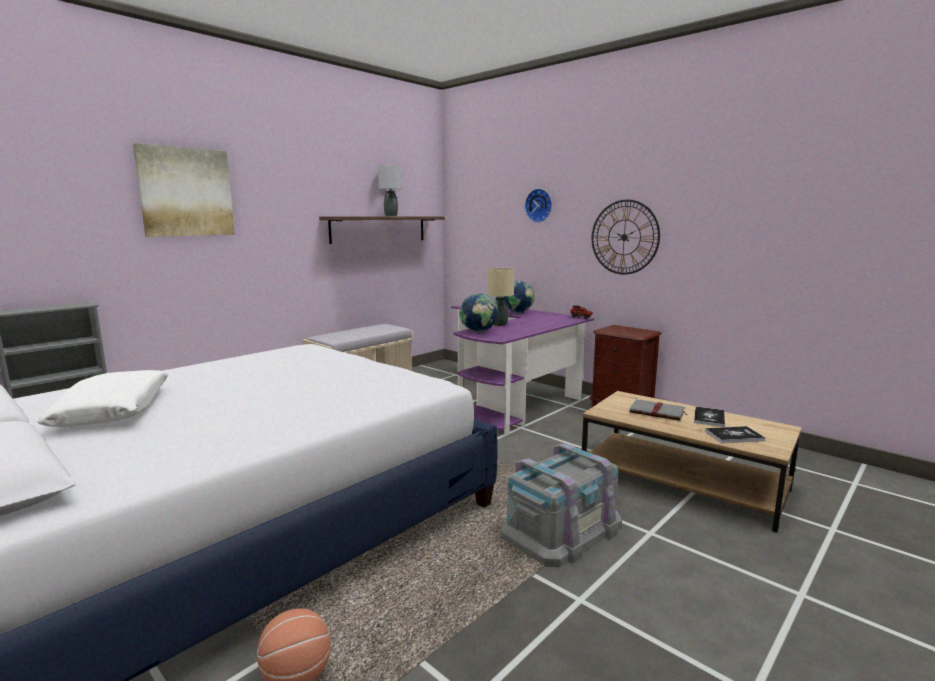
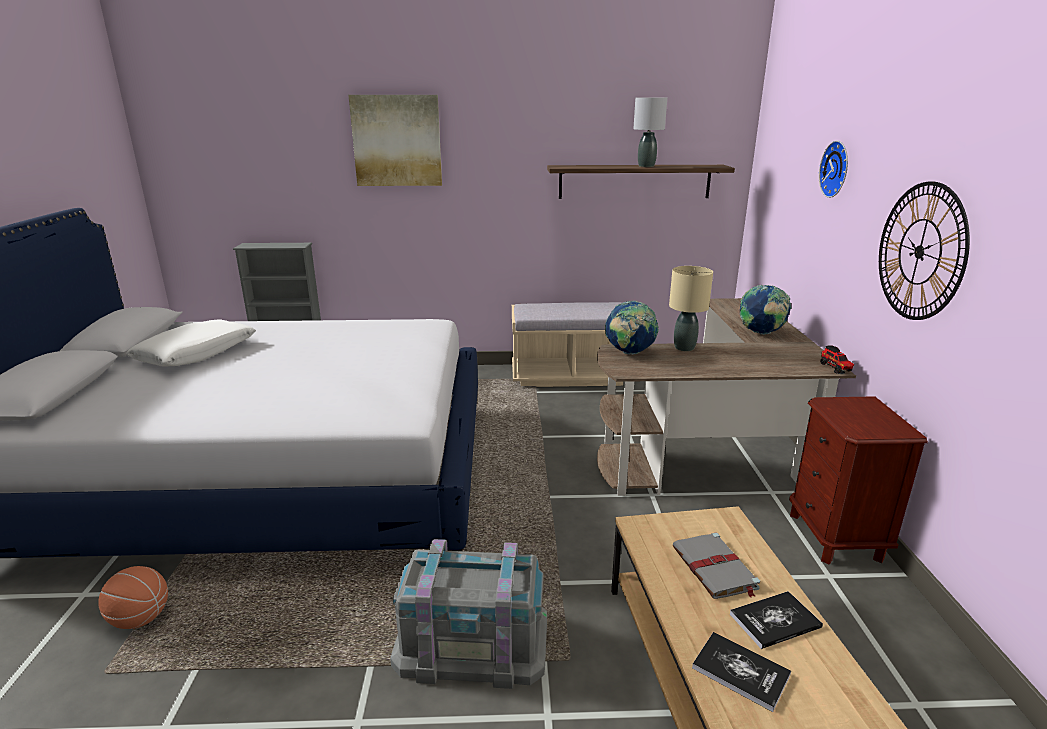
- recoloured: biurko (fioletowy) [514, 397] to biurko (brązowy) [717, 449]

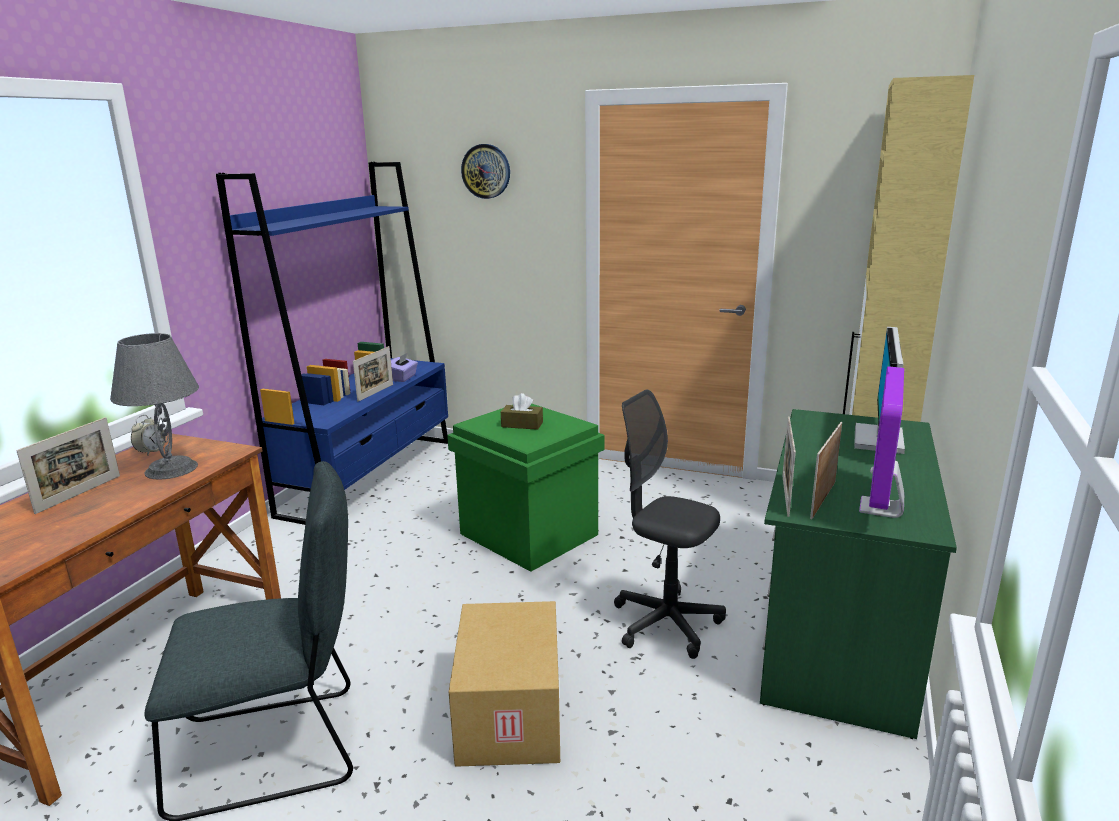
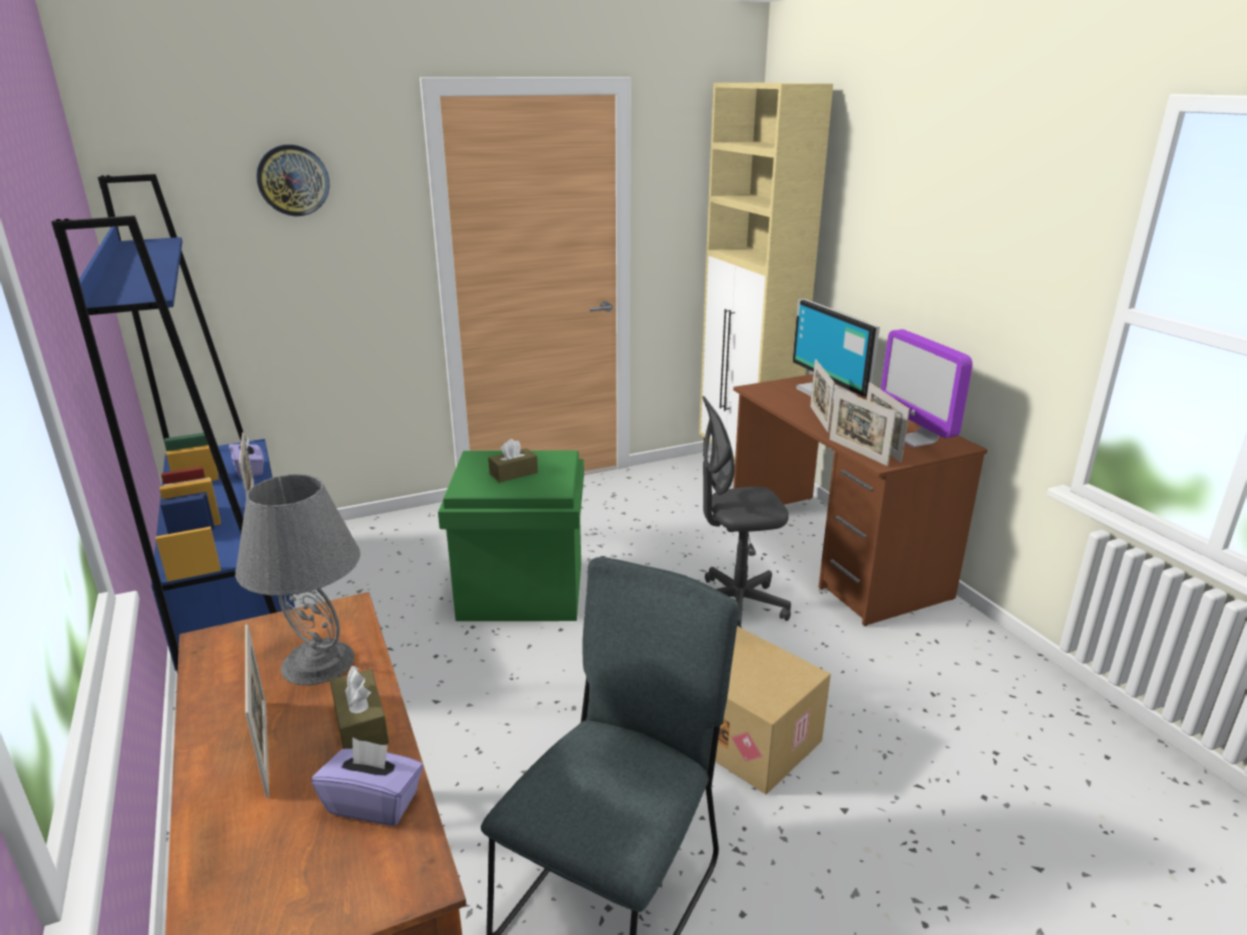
- added: pudełko chusteczek (fioletowy) [374, 802]
- added: pudełko chusteczek (brązowy) [361, 724]
- recoloured: biurko (zielony) [839, 630] to biurko (brązowy) [833, 554]
- added: ramka na zdjęcie [819, 419]
- removed: budzik [151, 451]

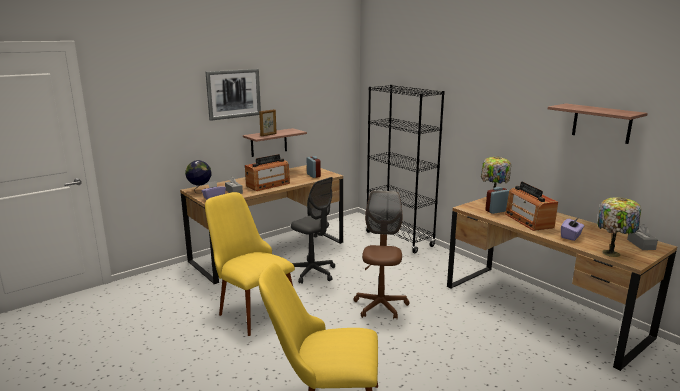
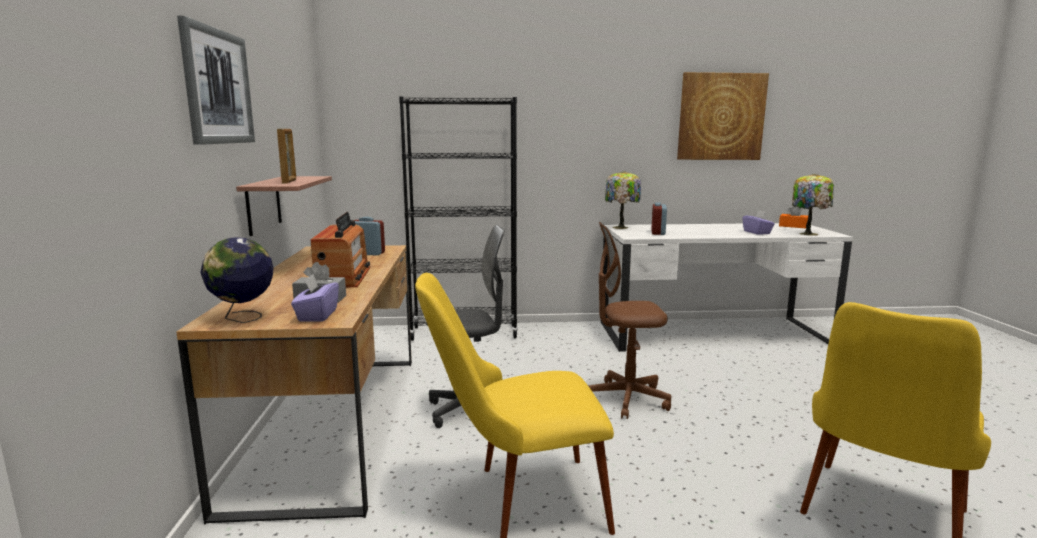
- turned: krzesło biurowe (brązowy) [380, 306] = [626, 399] 45 degrees counterclockwise
- recoloured: biurko (brązowy) [541, 310] to biurko (biały) [712, 334]
- replaced: półka [601, 123] to obraz [721, 117]
- recoloured: pudełko chusteczek (szary) [641, 244] to pudełko chusteczek (pomarańczowy) [793, 226]
- removed: radio [528, 220]

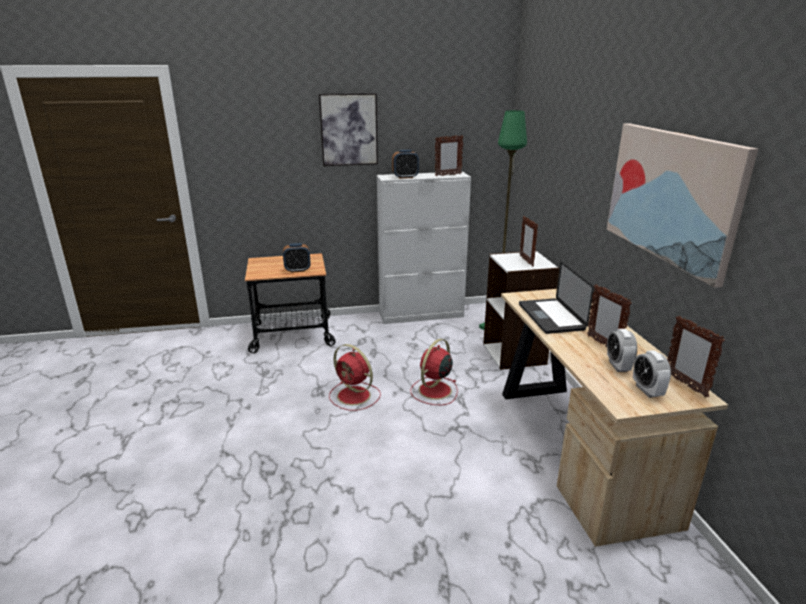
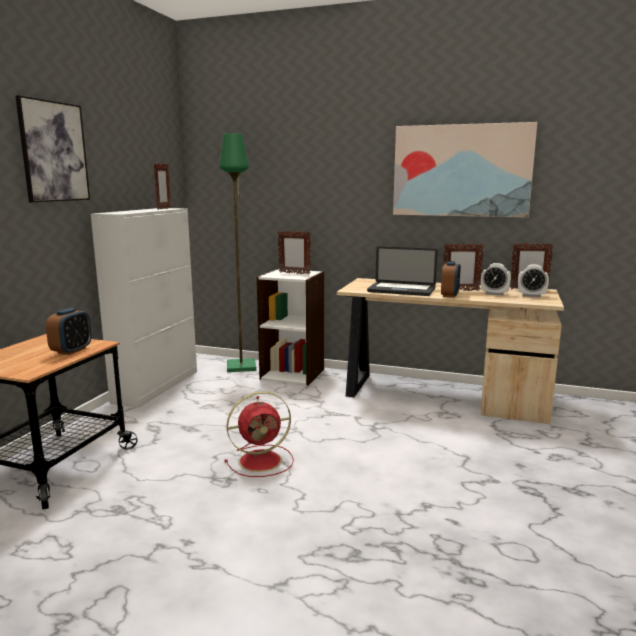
- moved: budzik [405, 177] to [450, 295]
- removed: wentylator (czerwony) [434, 391]

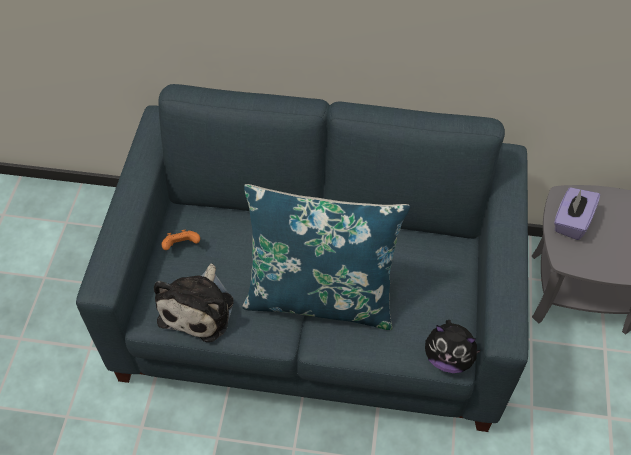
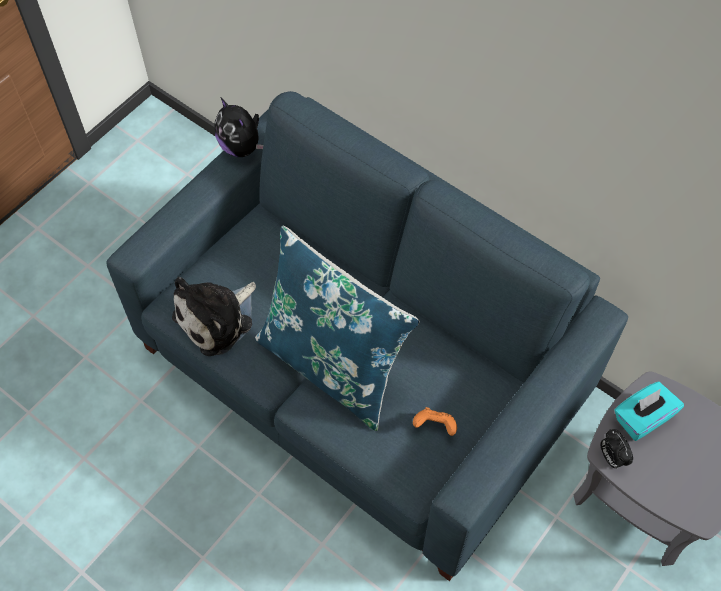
- moved: pluszak [448, 358] to [242, 147]
- moved: pad do gier (pomarańczowy) [182, 246] to [435, 426]
- added: budzik [611, 457]
- recoloured: pudełko chusteczek (fioletowy) [571, 222] to pudełko chusteczek (turkusowy) [642, 418]

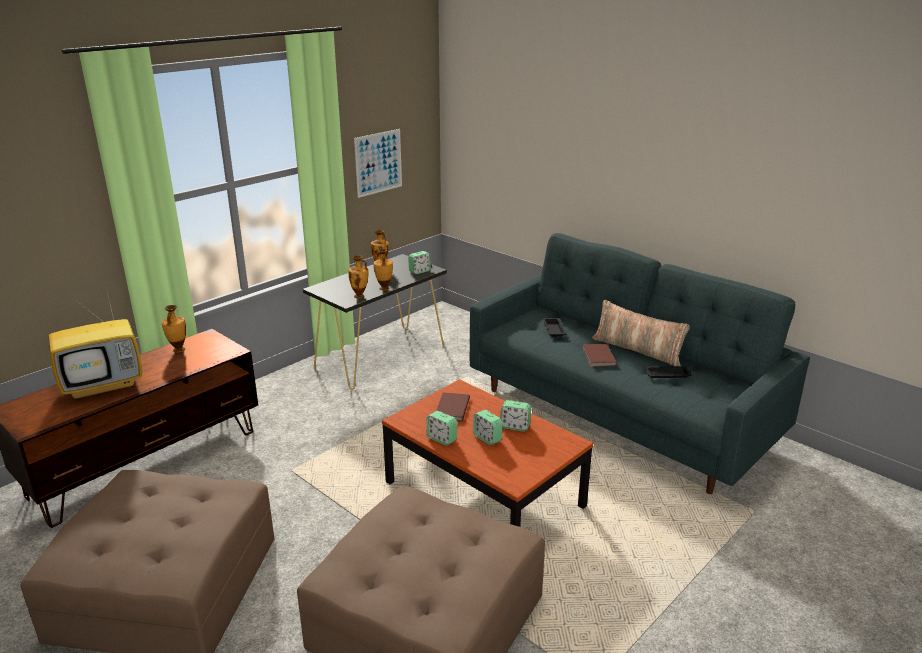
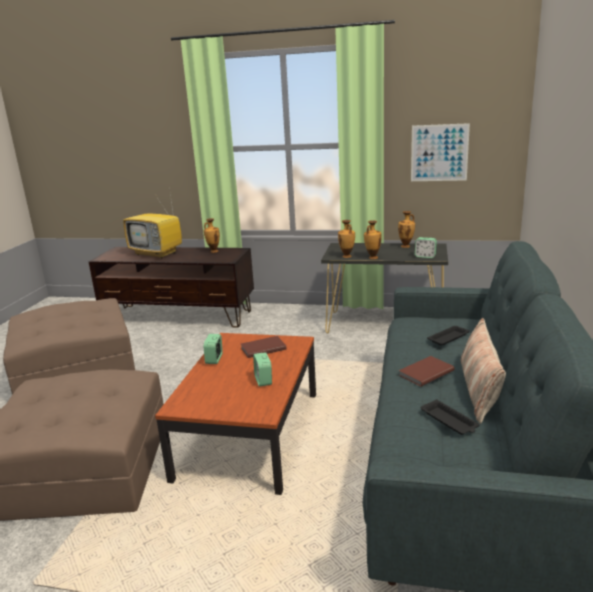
- removed: budzik [487, 438]

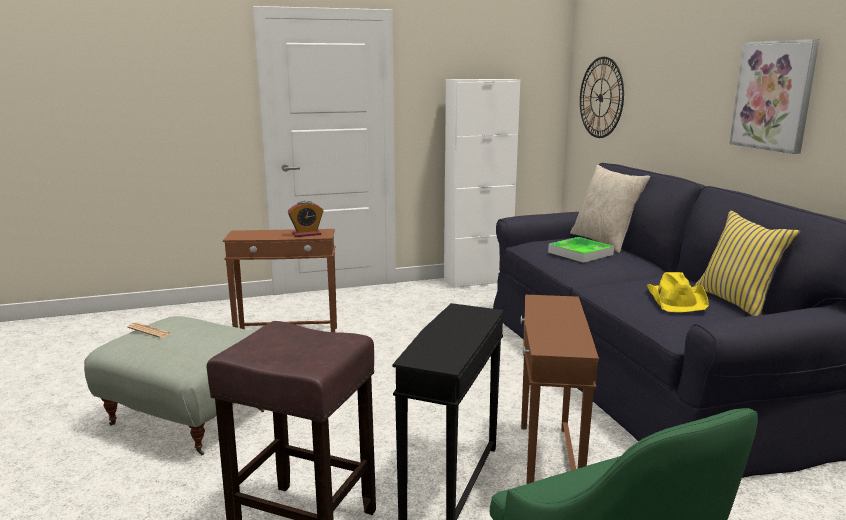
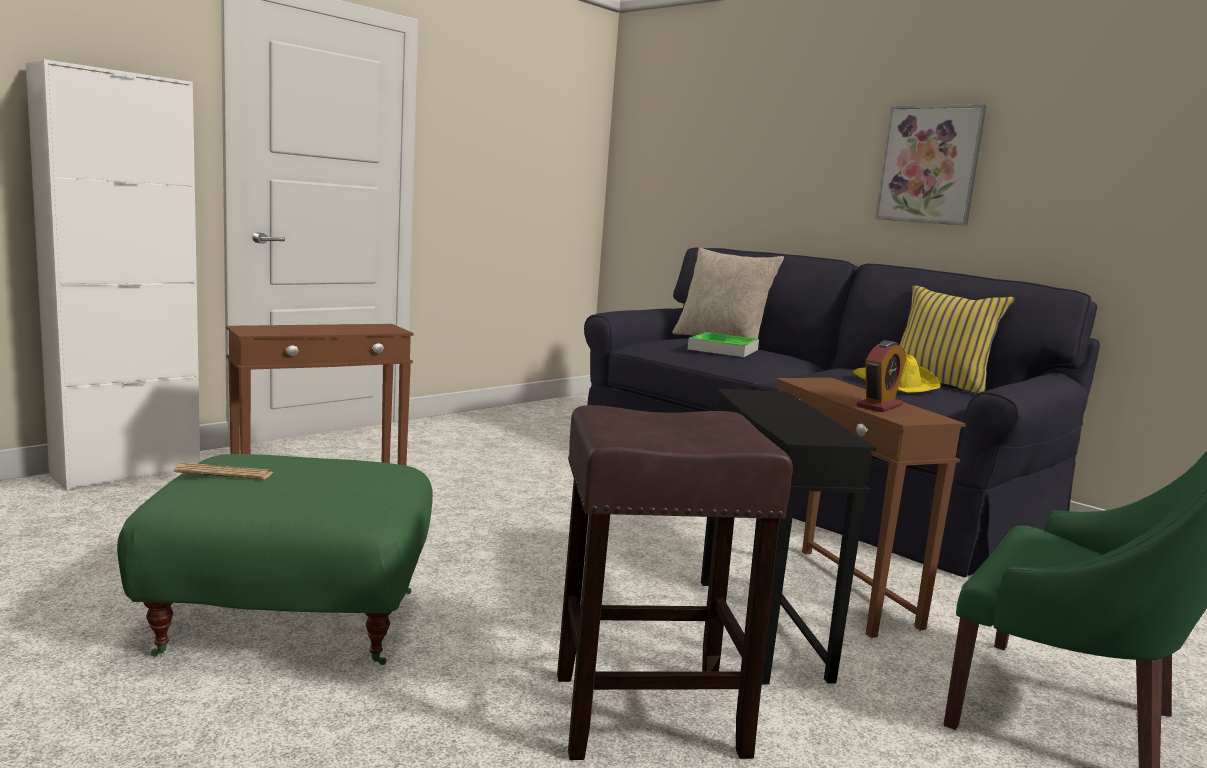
- moved: szafka (biały) [477, 281] to [127, 471]
- recoloured: pufa (szary) [190, 417] to pufa (zielony) [294, 619]
- moved: budzik [306, 234] to [879, 406]
- removed: zegar ścienny [601, 97]

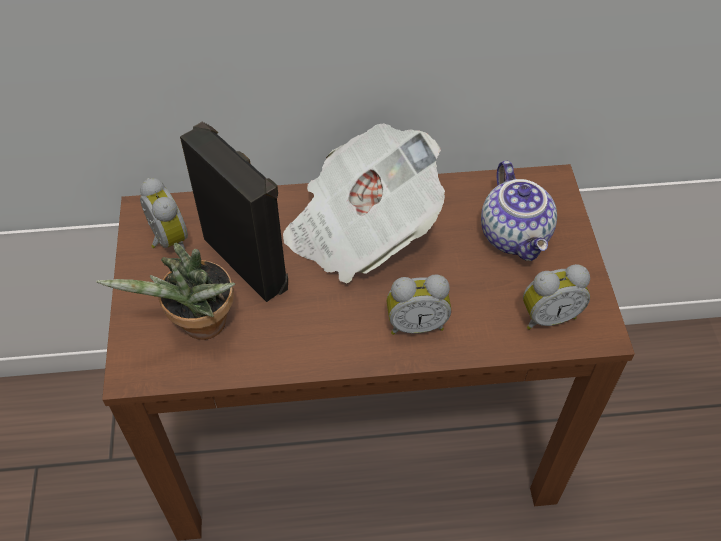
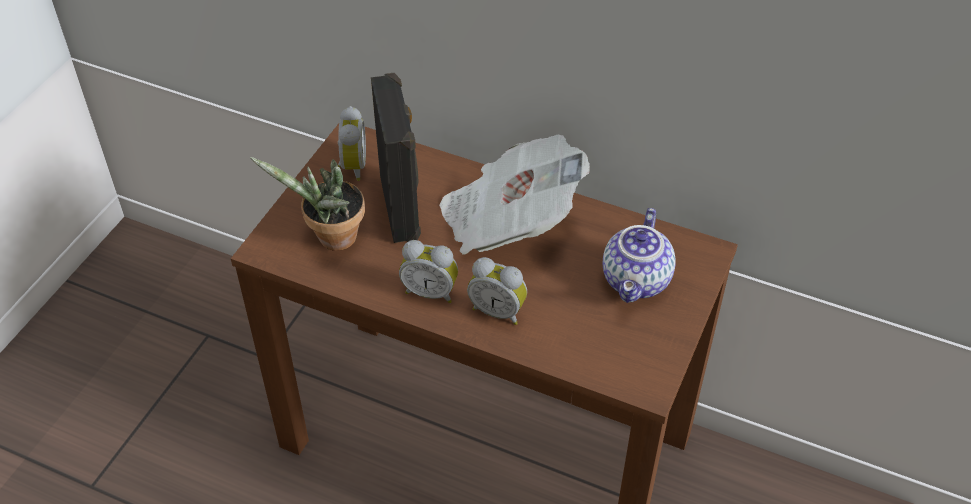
- moved: budzik [547, 316] to [430, 291]

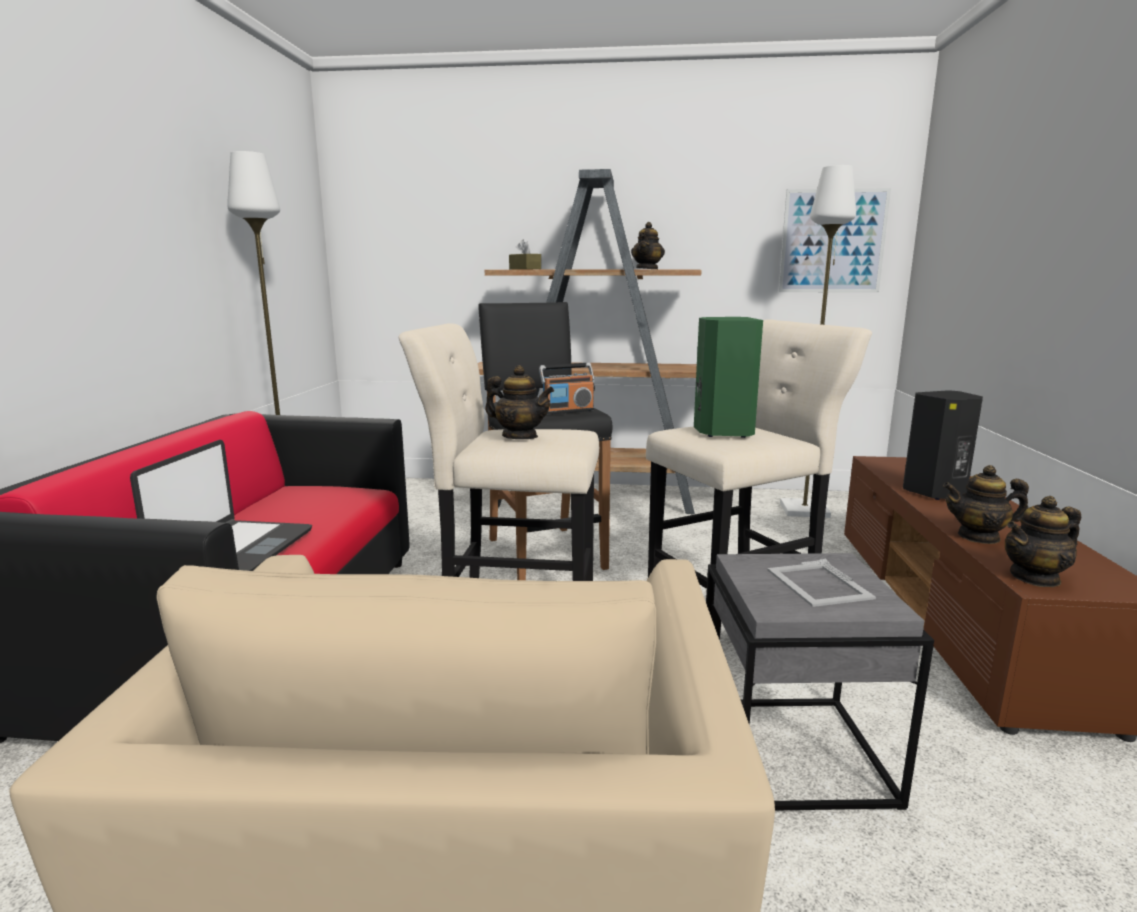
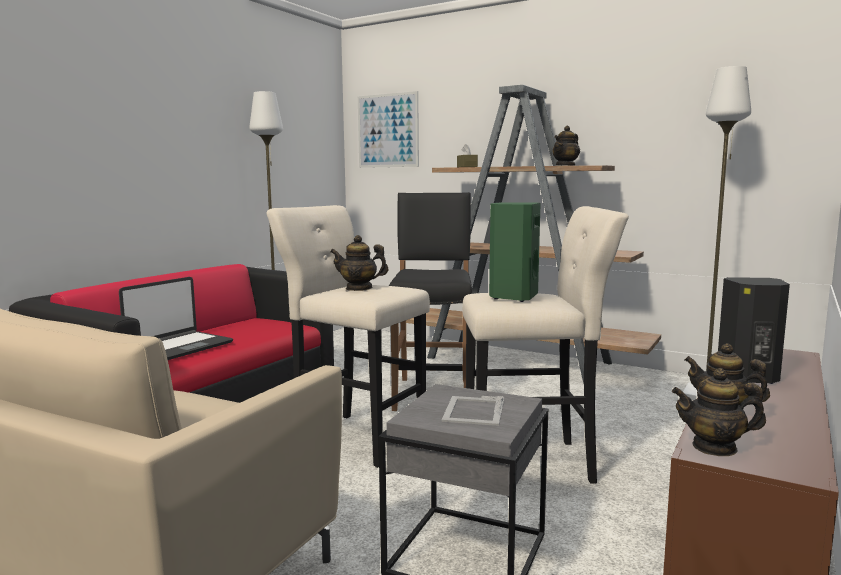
- turned: imbryk [520, 437] = [359, 288] 135 degrees clockwise
- moved: obraz [832, 241] to [388, 130]
- removed: radio [568, 411]

